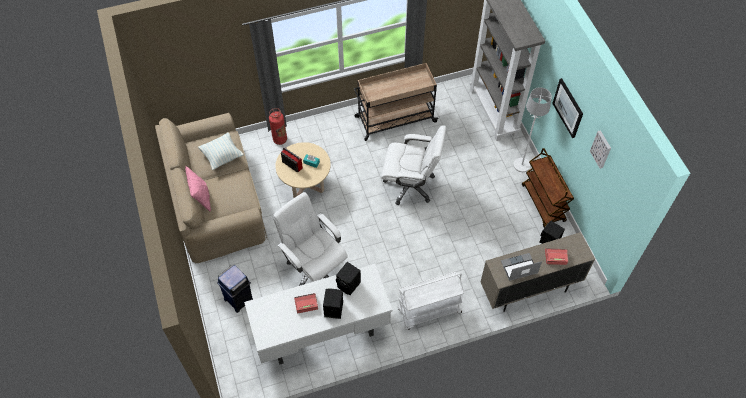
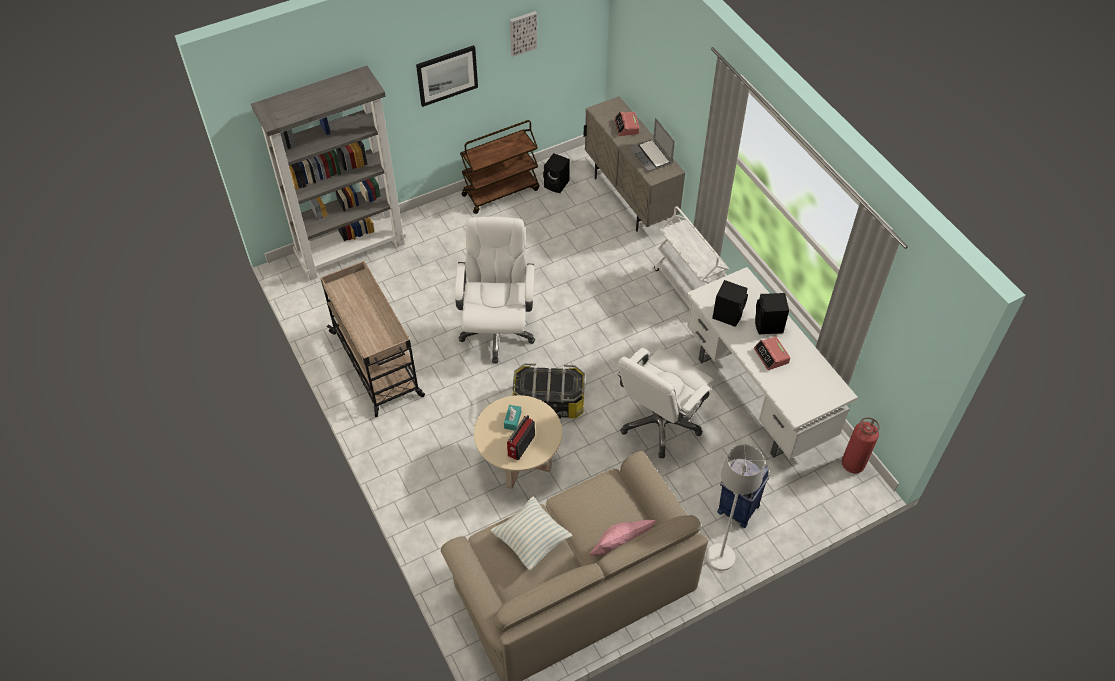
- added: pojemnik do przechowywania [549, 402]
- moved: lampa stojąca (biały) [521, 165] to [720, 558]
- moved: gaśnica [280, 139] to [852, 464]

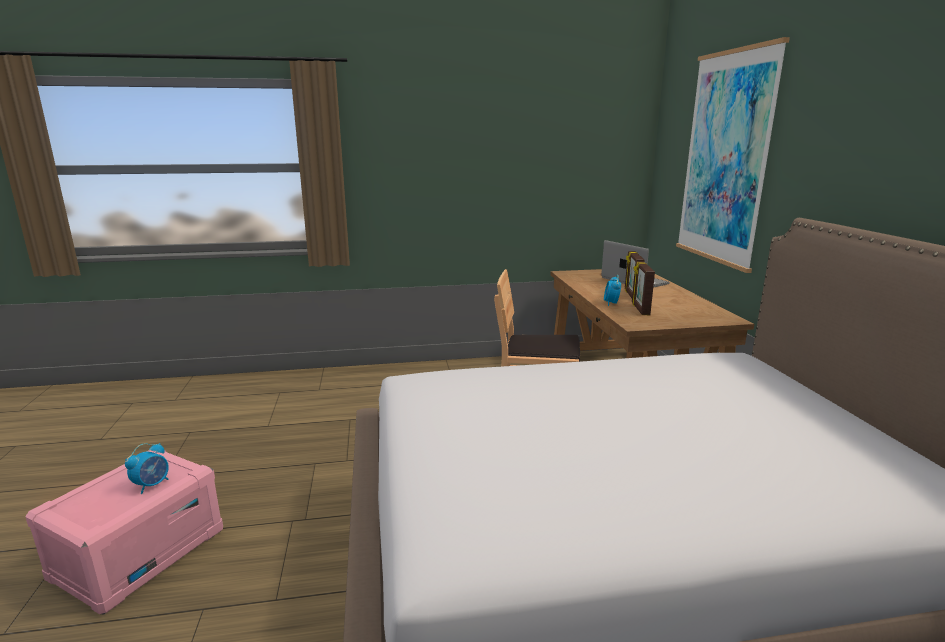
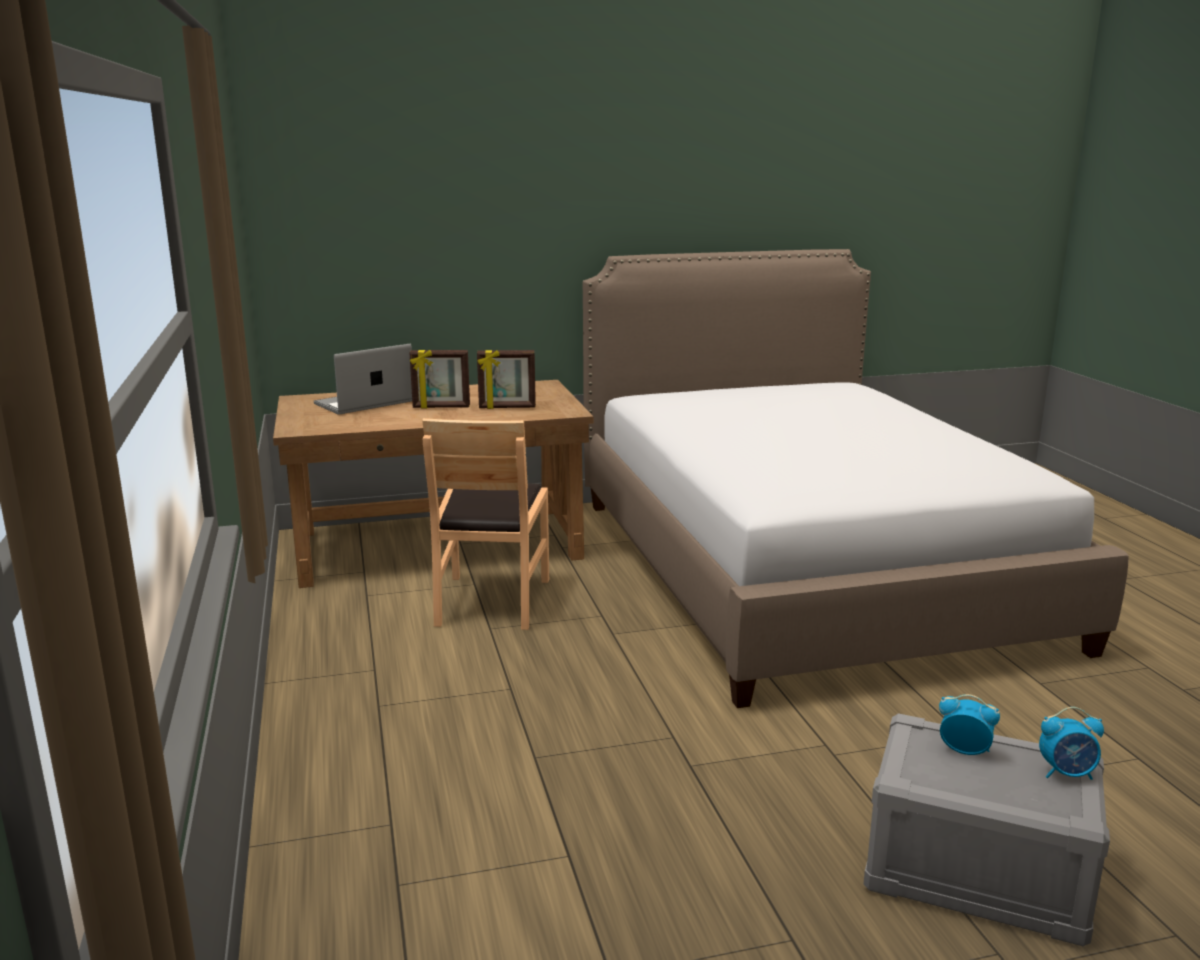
- recoloured: pojemnik do przechowywania (różowy) [140, 553] to pojemnik do przechowywania (szary) [975, 873]
- moved: budzik [611, 303] to [1066, 773]
- removed: obraz [725, 159]

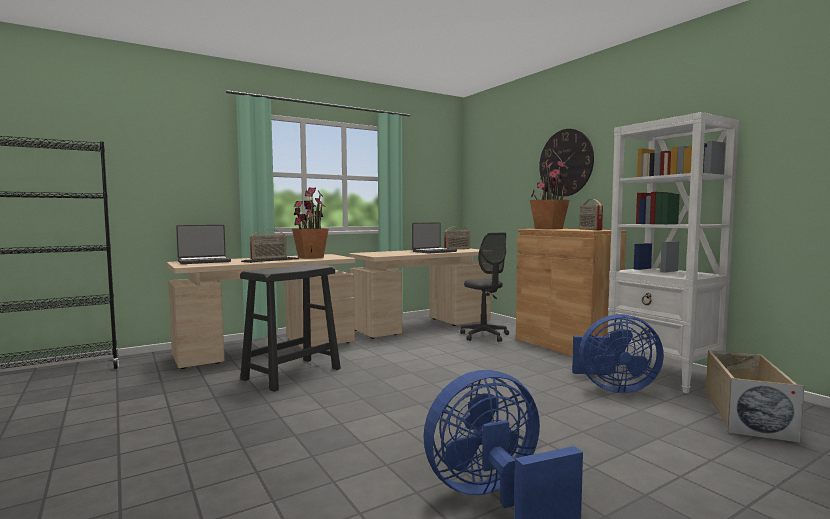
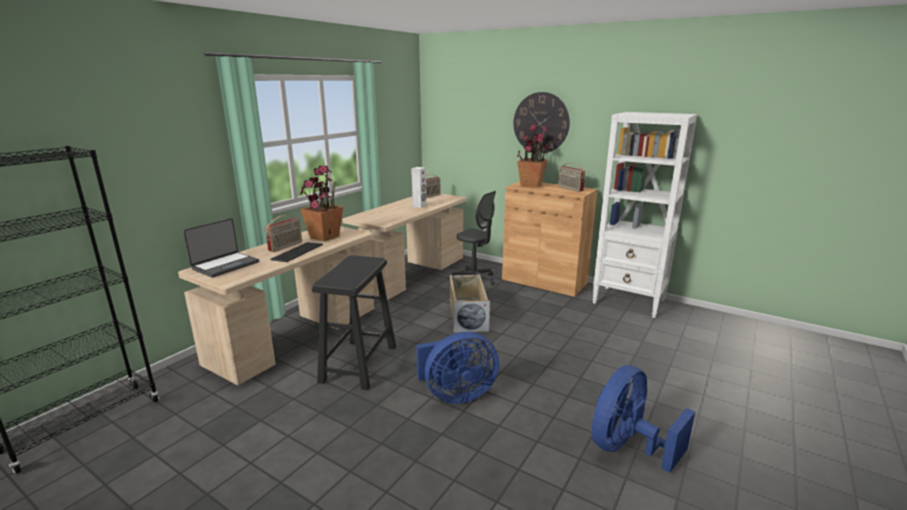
- replaced: laptop [434, 251] to głośnik (biały) [419, 206]
- moved: wentylator (niebieski) [613, 388] to [456, 394]
- moved: pojemnik do przechowywania (beżowy) [745, 414] to [467, 315]

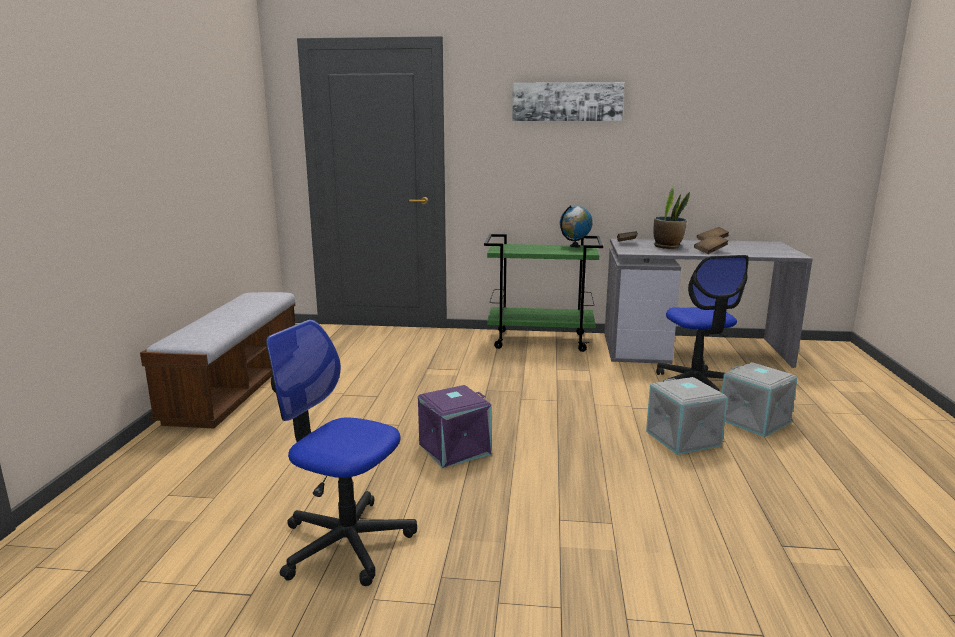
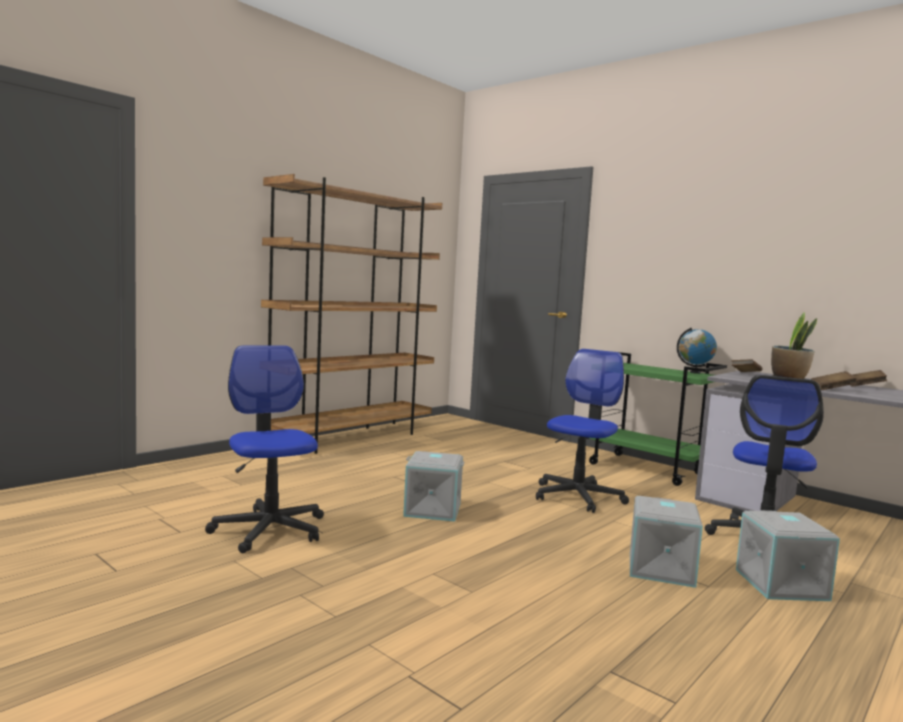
- replaced: ławka [236, 386] to regał (brązowy) [351, 438]
- recoloured: pojemnik do przechowywania (fioletowy) [454, 448] to pojemnik do przechowywania (szary) [433, 509]
- added: krzesło biurowe [578, 496]
- removed: obraz [567, 102]

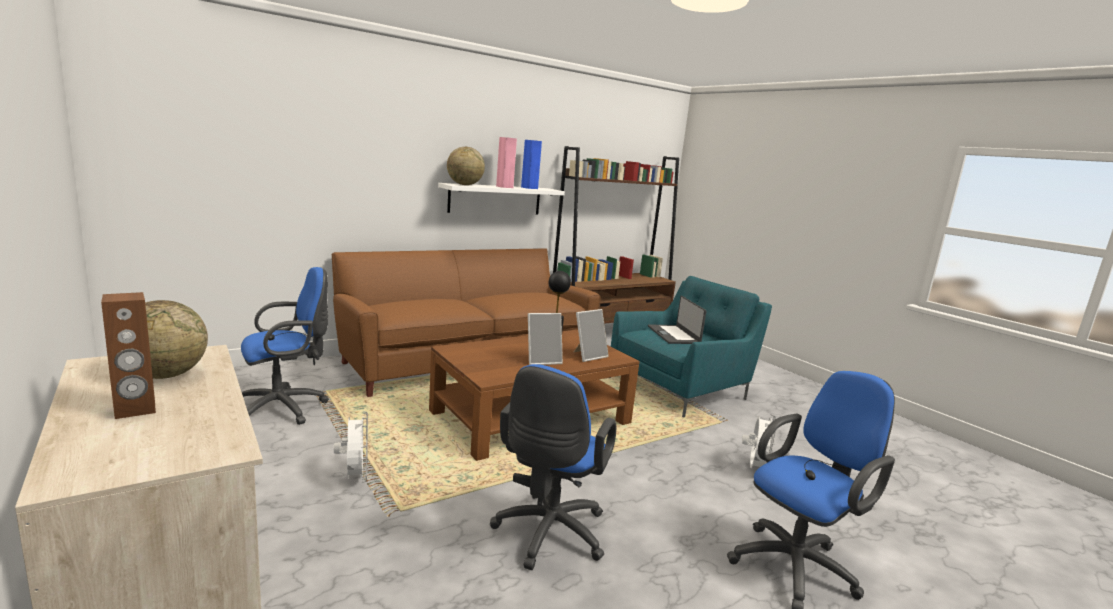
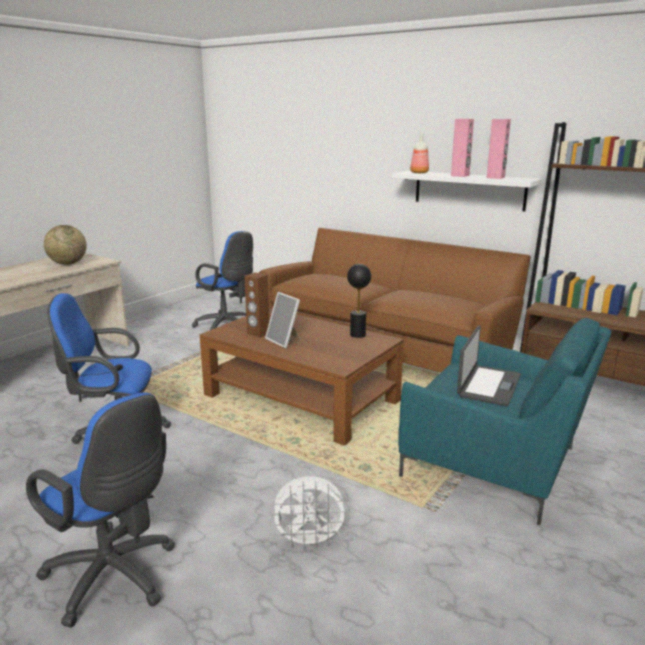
- moved: głośnik (brązowy) [135, 410] to [258, 333]
- replaced: globus [464, 185] to butelka [418, 173]
- turned: laptop [674, 335] = [488, 385] 150 degrees clockwise
- recoloured: głośnik (niebieski) [529, 188] to głośnik (różowy) [496, 177]
- removed: wentylator (biały) [355, 477]
- removed: ramka na zdjęcie [588, 356]

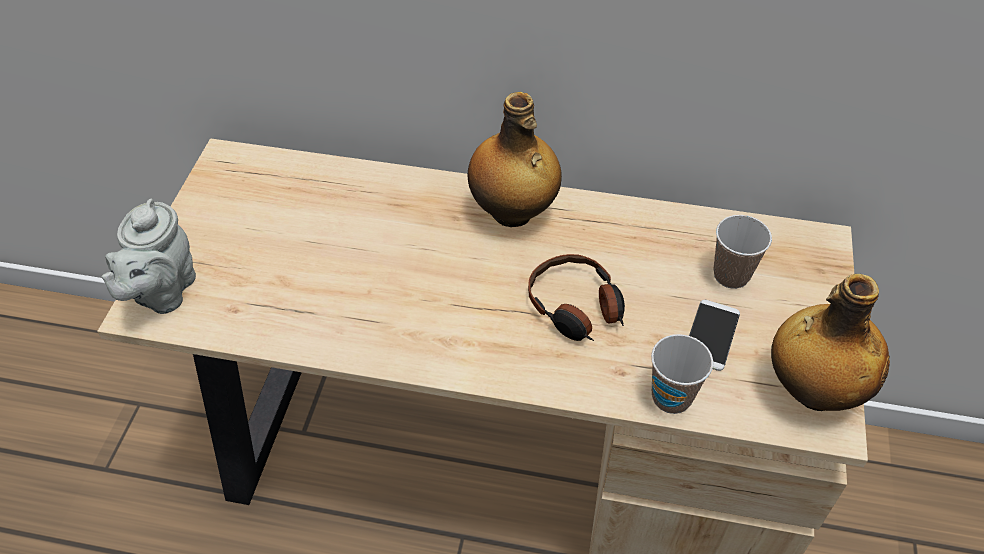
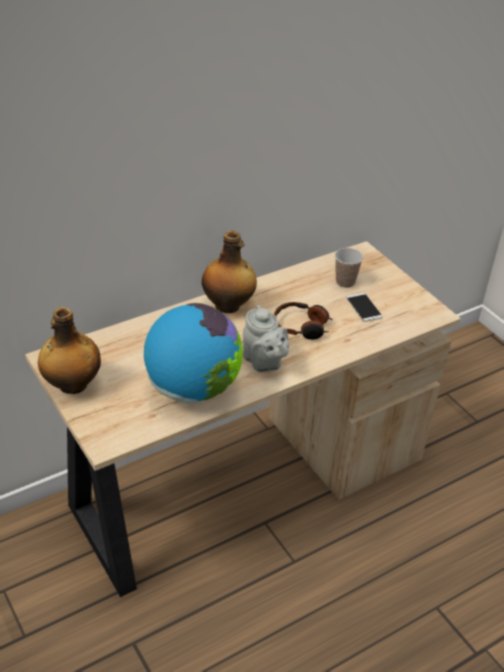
- moved: butelka [812, 390] to [72, 385]
- added: globus [193, 389]
- moved: imbryk (szary) [163, 292] to [263, 362]
- removed: filiżanka [671, 397]

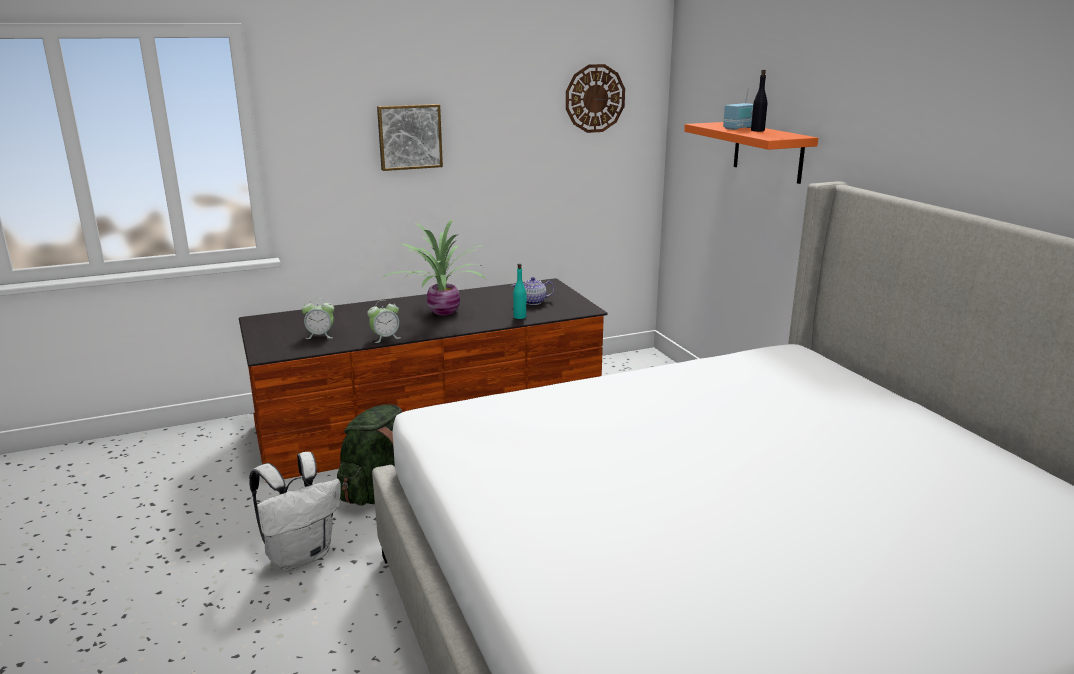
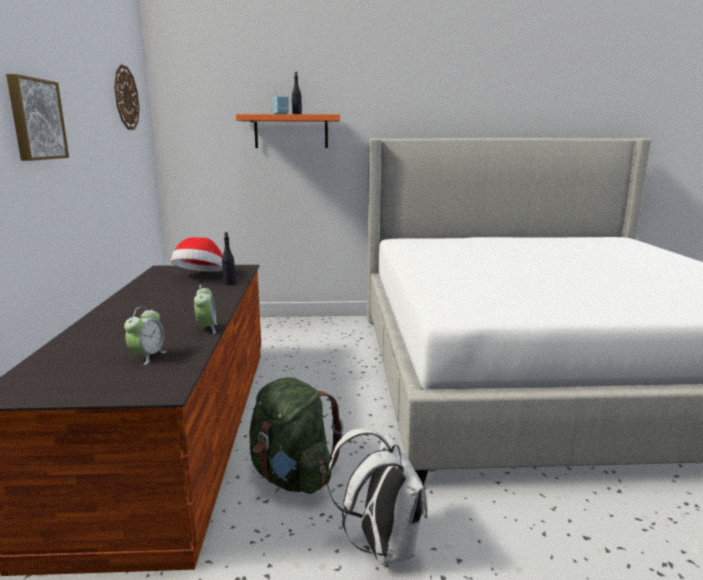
- replaced: imbryk [533, 302] to kapelusz [200, 276]
- recoloured: butelka (turkusowy) [520, 317] to butelka (czarny) [229, 283]
- removed: roślina doniczkowa [442, 311]

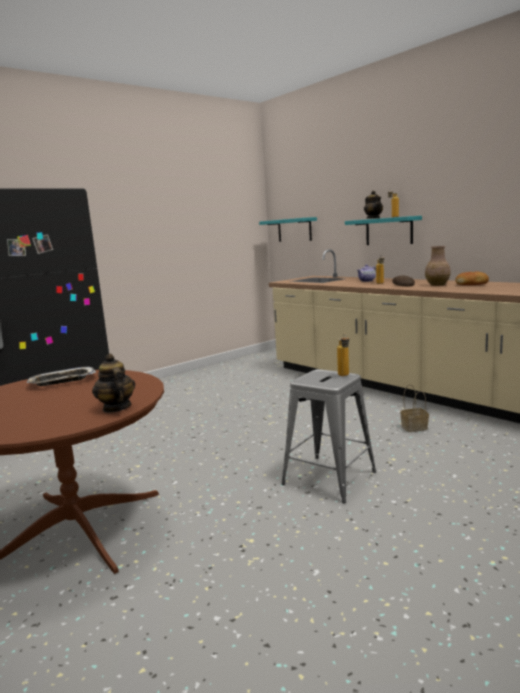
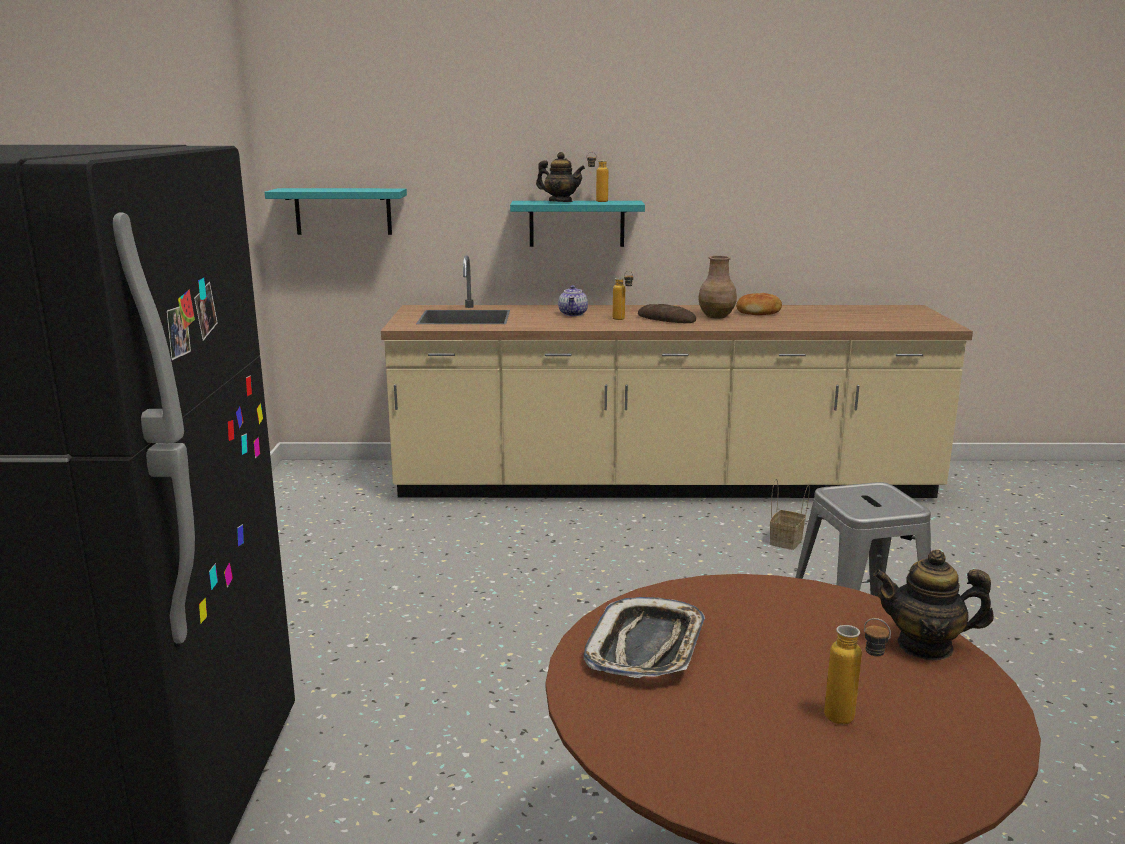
- moved: butelka [344, 376] to [851, 721]

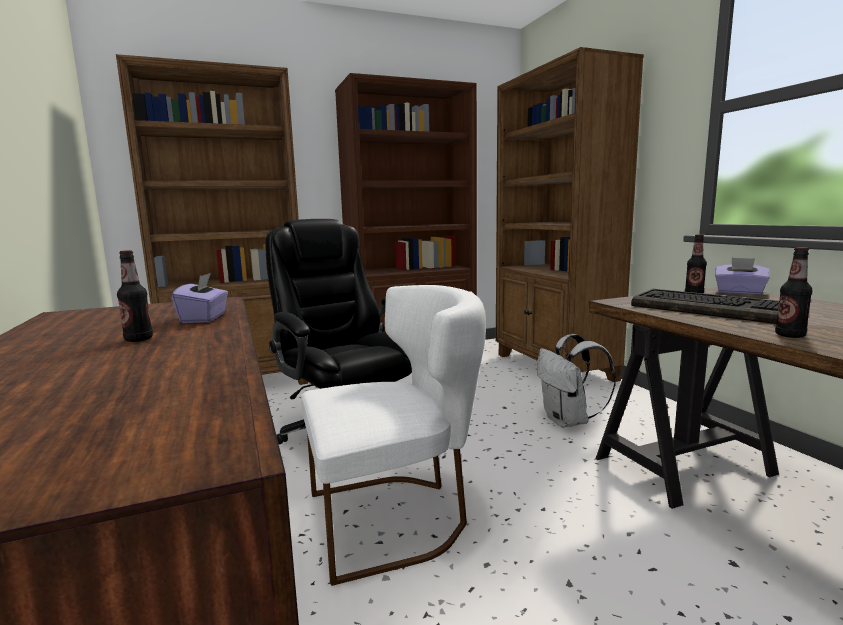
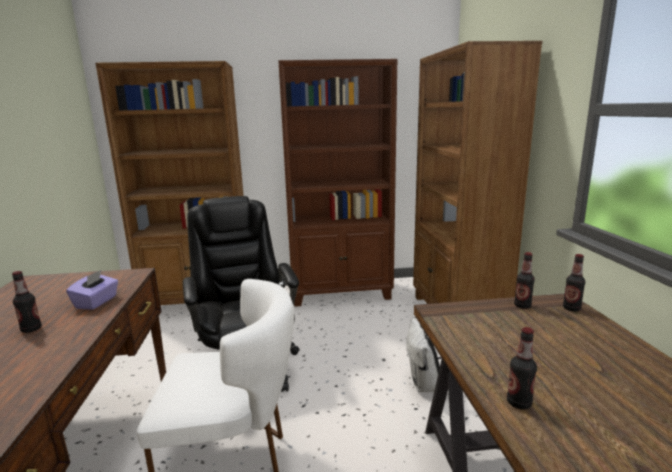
- replaced: pudełko chusteczek (fioletowy) [739, 292] to butelka [571, 308]
- removed: klawiatura [710, 309]

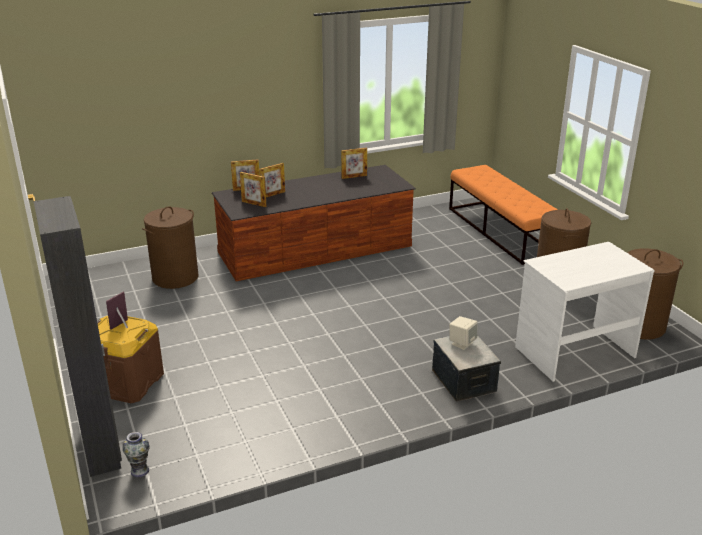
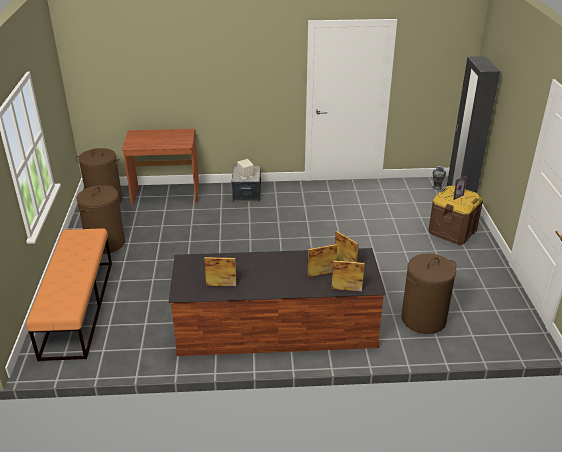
- recoloured: biurko (biały) [574, 351] to biurko (brązowy) [165, 195]

